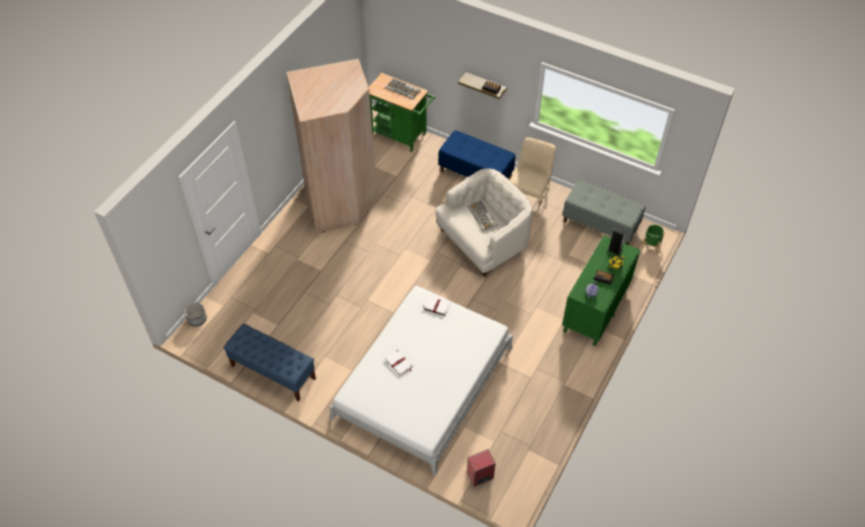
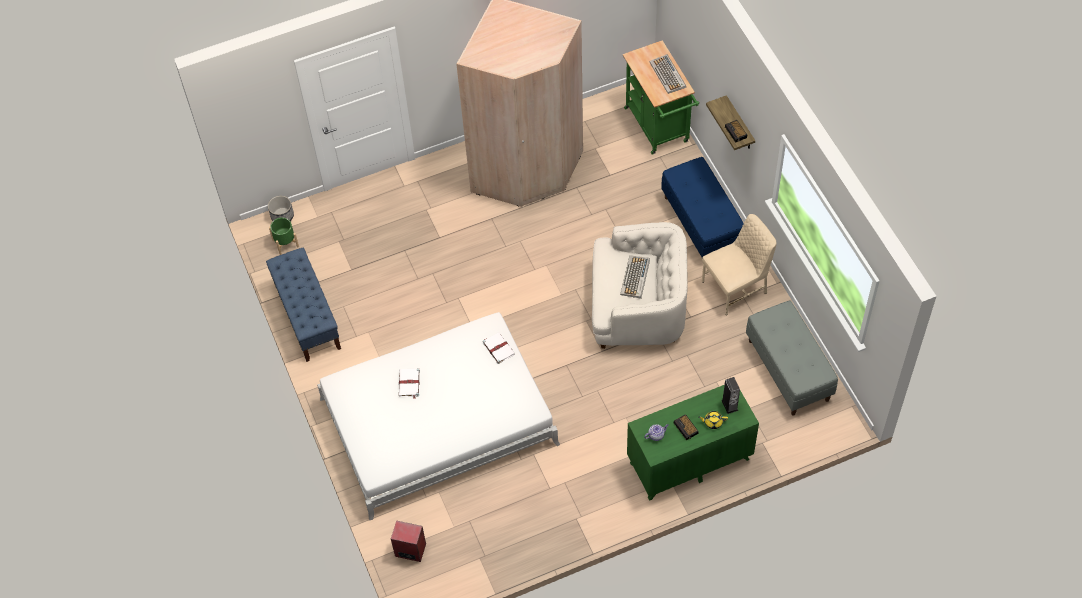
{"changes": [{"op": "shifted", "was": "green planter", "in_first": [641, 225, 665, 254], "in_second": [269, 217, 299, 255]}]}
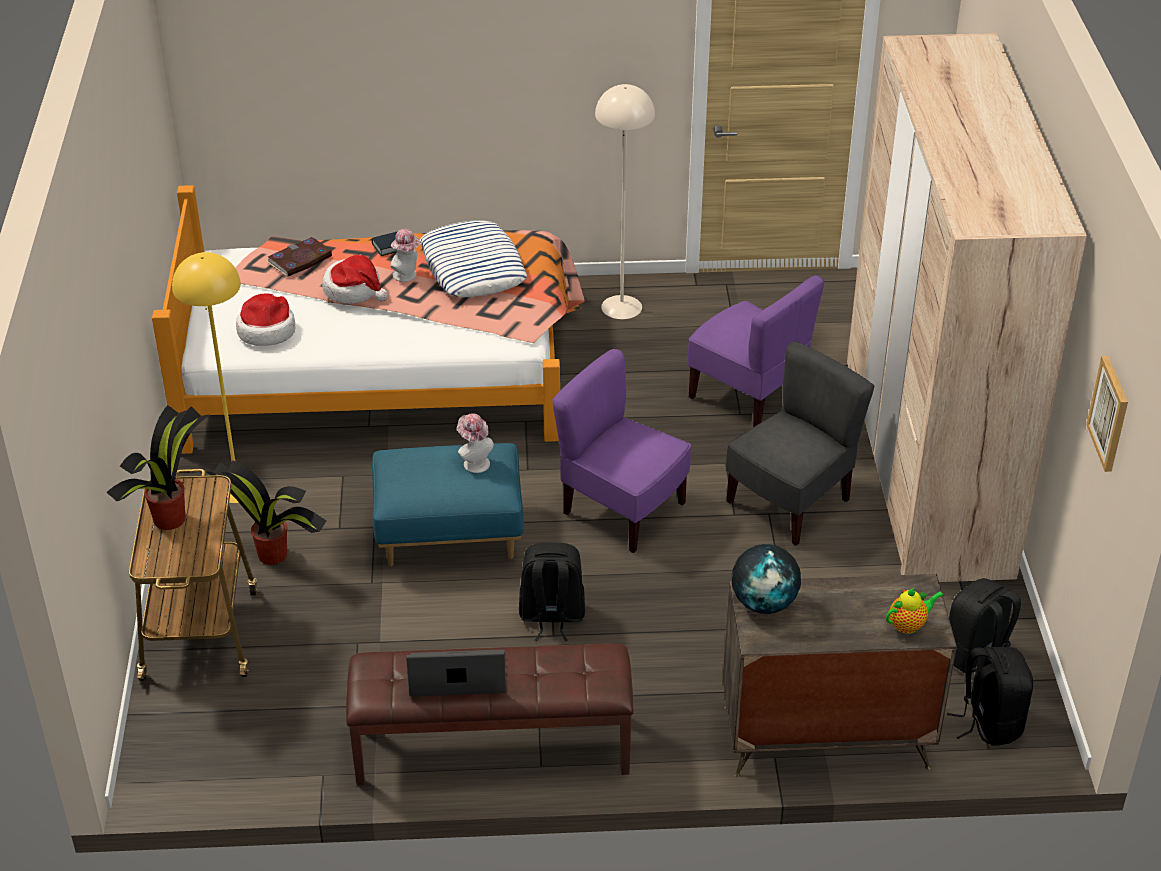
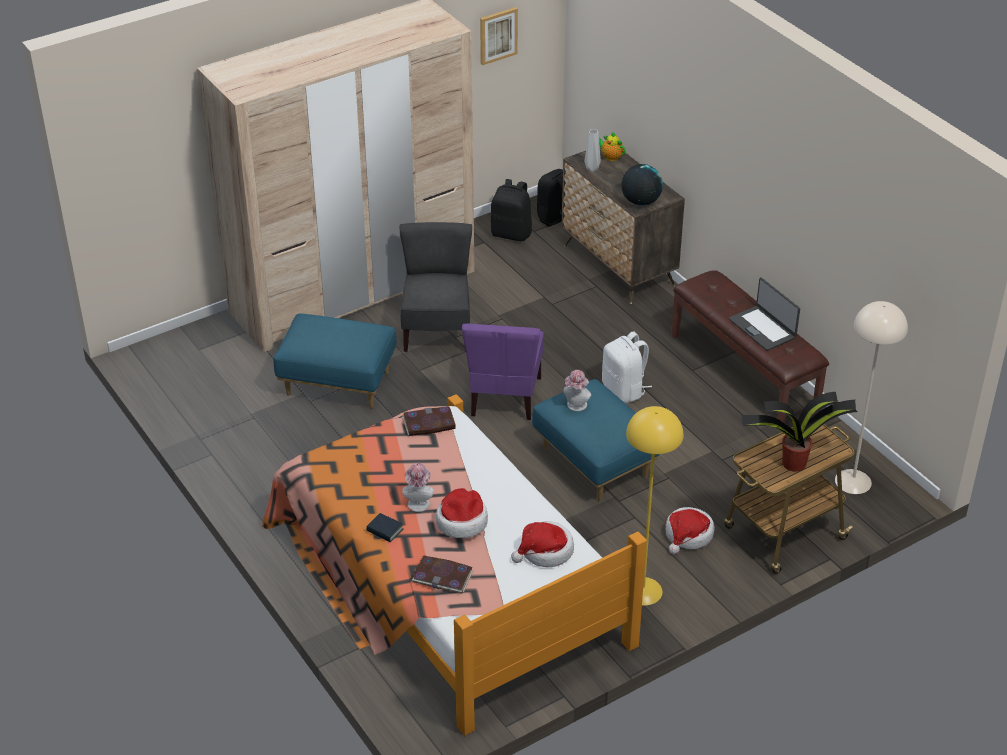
{"changes": [{"op": "gone", "was": "pillow", "in_first": [420, 220, 527, 297]}, {"op": "new", "now": "book", "in_second": [402, 406, 456, 436]}, {"op": "new", "now": "grey vase", "in_second": [584, 129, 601, 172]}, {"op": "shifted", "was": "beige floor lamp", "in_first": [595, 84, 655, 319], "in_second": [835, 301, 908, 494]}, {"op": "swapped", "was": "potted plant", "now": "hat", "in_first": [206, 460, 327, 565], "in_second": [665, 507, 714, 555]}, {"op": "swapped", "was": "purple chair", "now": "blue ottoman", "in_first": [688, 275, 824, 427], "in_second": [274, 314, 396, 409]}, {"op": "repainted", "was": "black backpack", "now": "white backpack", "in_first": [519, 543, 585, 641], "in_second": [602, 332, 652, 403]}, {"op": "rotated", "was": "grey chair", "in_first": [726, 341, 874, 546], "in_second": [399, 222, 472, 352], "clockwise": 75}]}
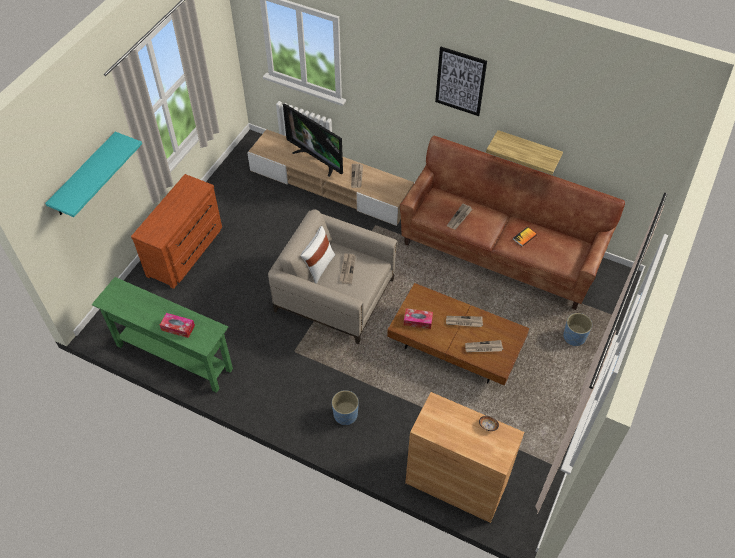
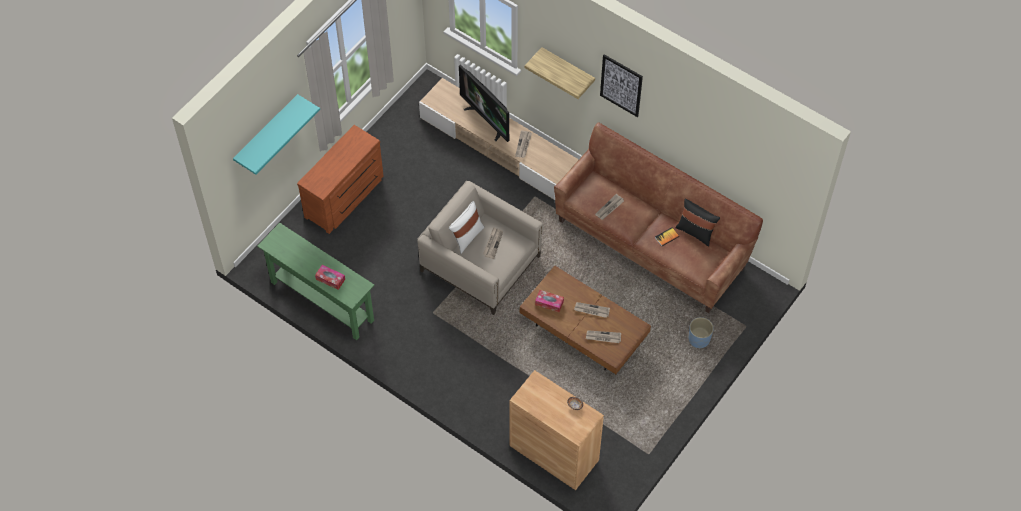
{"changes": [{"op": "gone", "was": "blue planter", "in_first": [332, 390, 359, 425]}, {"op": "new", "now": "black pillow", "in_second": [675, 199, 720, 247]}, {"op": "shifted", "was": "shelf", "in_first": [486, 130, 563, 175], "in_second": [525, 47, 595, 99]}]}
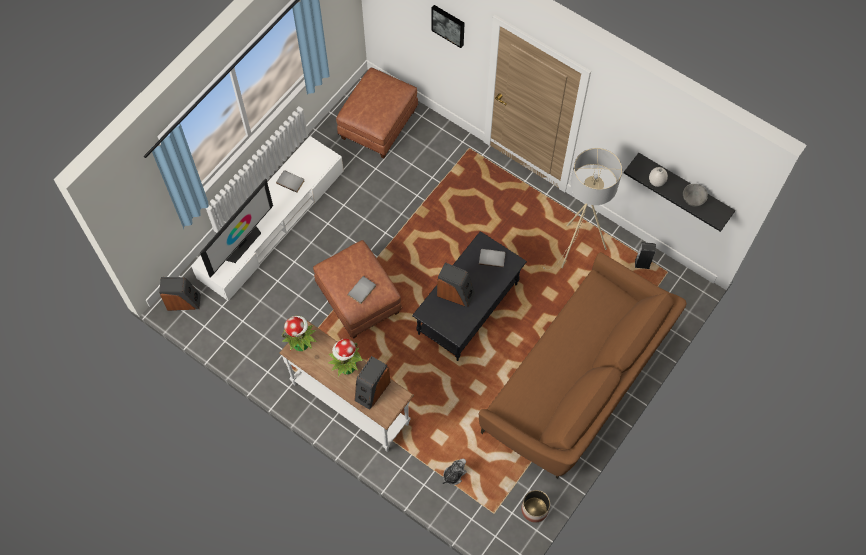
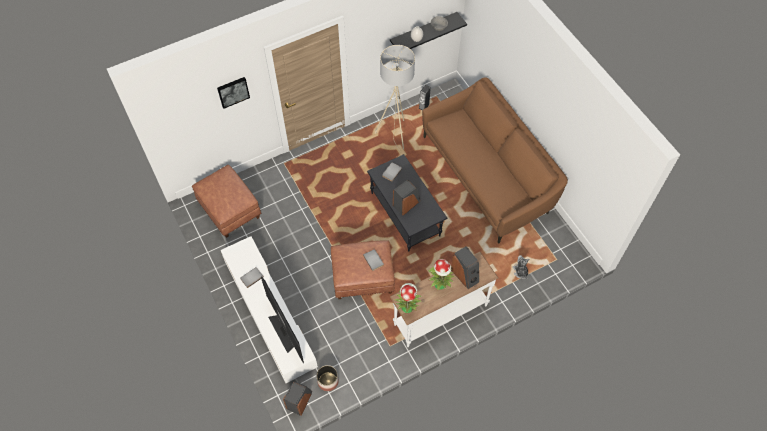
{"changes": [{"op": "shifted", "was": "planter", "in_first": [521, 490, 550, 523], "in_second": [316, 365, 339, 391]}]}
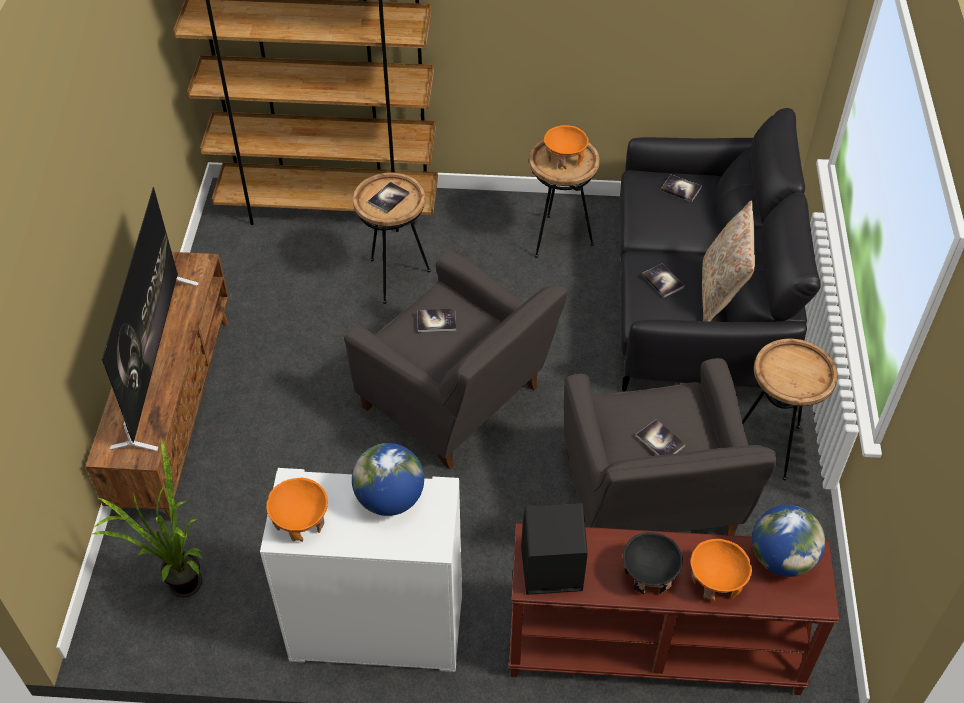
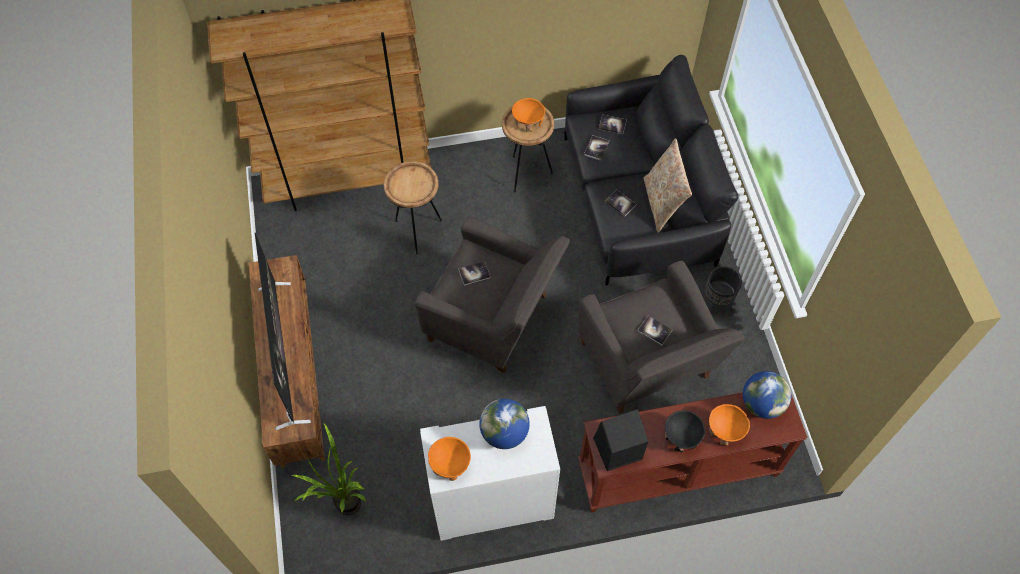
{"changes": [{"op": "shifted", "was": "book", "in_first": [368, 182, 410, 214], "in_second": [584, 136, 609, 161]}, {"op": "swapped", "was": "brown side table", "now": "black planter", "in_first": [742, 339, 838, 480], "in_second": [705, 266, 742, 311]}]}
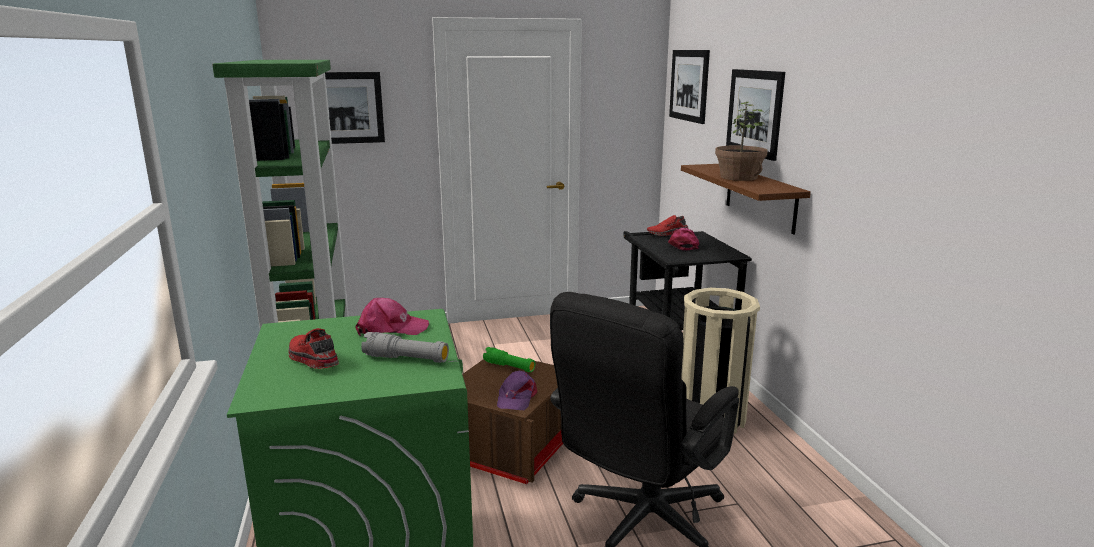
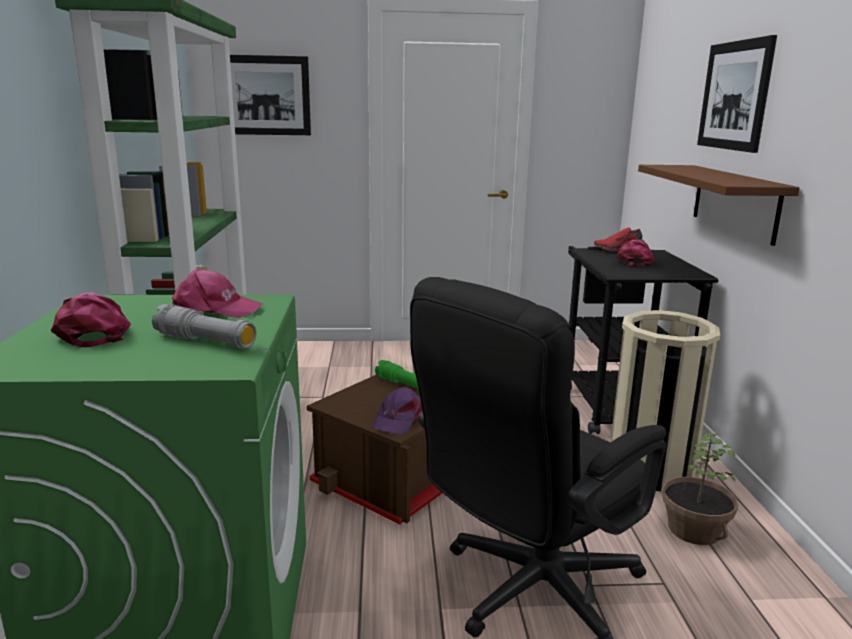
{"changes": [{"op": "gone", "was": "picture", "in_first": [669, 50, 710, 124]}, {"op": "shifted", "was": "potted plant", "in_first": [715, 102, 768, 181], "in_second": [662, 433, 738, 545]}, {"op": "swapped", "was": "red shoe", "now": "pink cap", "in_first": [288, 328, 339, 369], "in_second": [51, 292, 131, 347]}]}
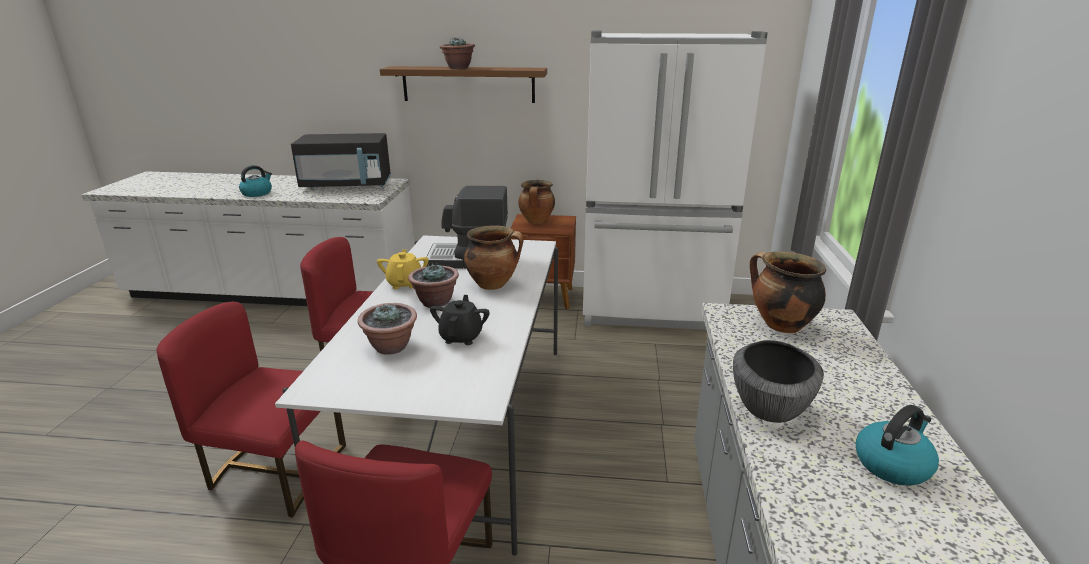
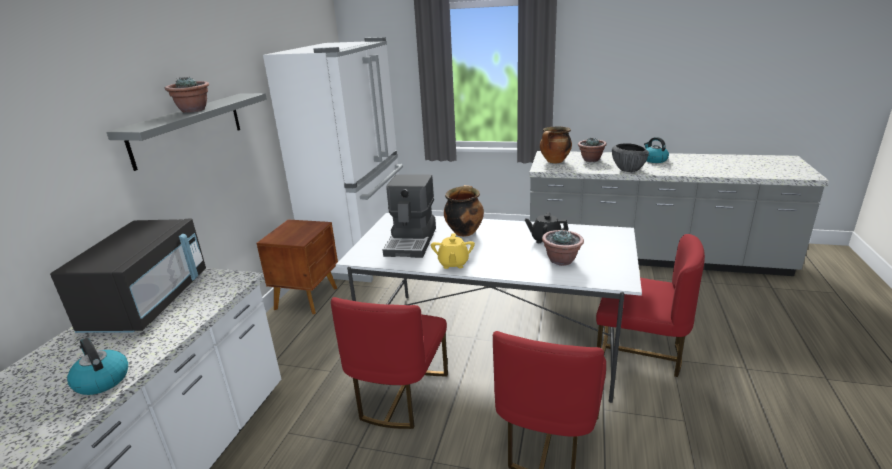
{"changes": [{"op": "gone", "was": "cooking pot", "in_first": [518, 180, 555, 224]}, {"op": "shifted", "was": "potted plant", "in_first": [408, 263, 459, 308], "in_second": [578, 138, 607, 162]}, {"op": "repainted", "was": "brown shelf", "now": "grey shelf", "in_first": [380, 66, 547, 103], "in_second": [106, 93, 267, 171]}, {"op": "rotated", "was": "yellow teapot", "in_first": [377, 249, 429, 289], "in_second": [431, 233, 475, 269], "clockwise": -90}]}
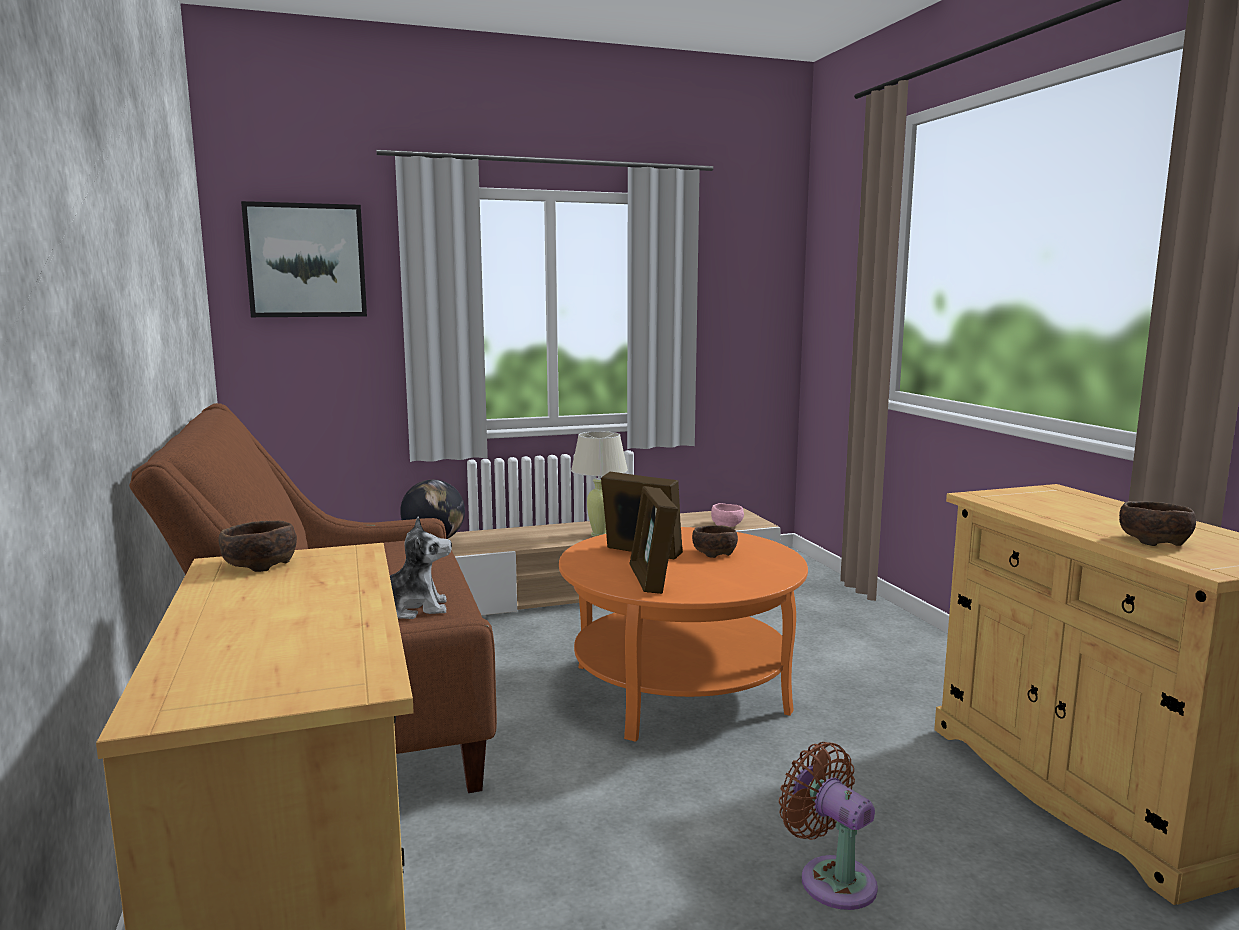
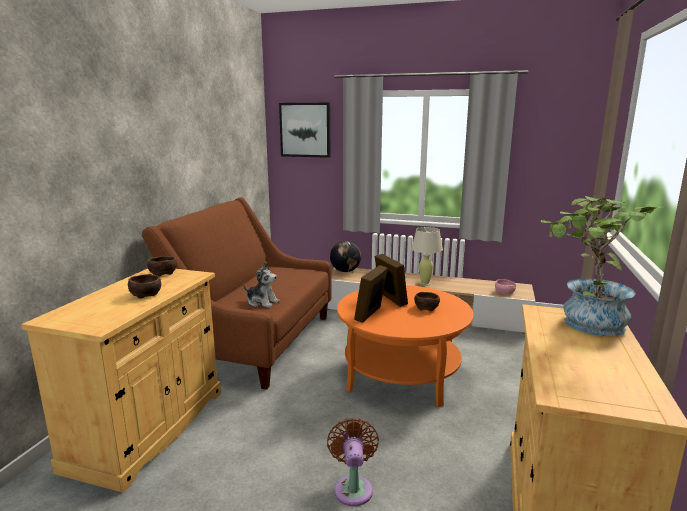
{"changes": [{"op": "new", "now": "potted plant", "in_second": [540, 196, 660, 336]}, {"op": "shifted", "was": "brown bowl", "in_first": [1119, 501, 1196, 546], "in_second": [128, 274, 161, 298]}]}
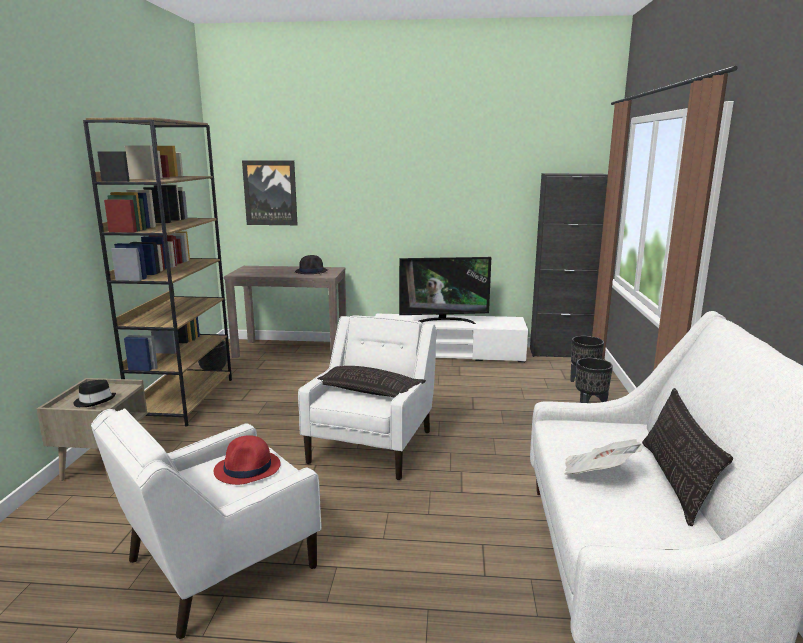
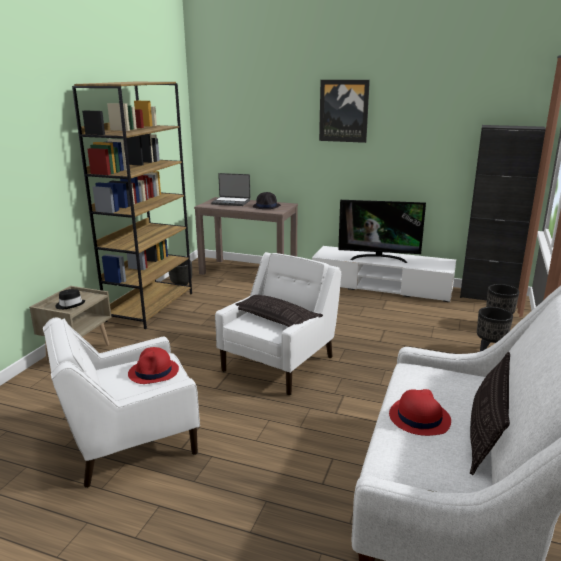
{"changes": [{"op": "new", "now": "laptop", "in_second": [211, 173, 250, 206]}, {"op": "shifted", "was": "picture", "in_first": [242, 160, 298, 225], "in_second": [319, 80, 370, 143]}, {"op": "swapped", "was": "newspaper", "now": "red hat", "in_first": [565, 439, 643, 475], "in_second": [389, 389, 451, 436]}]}
